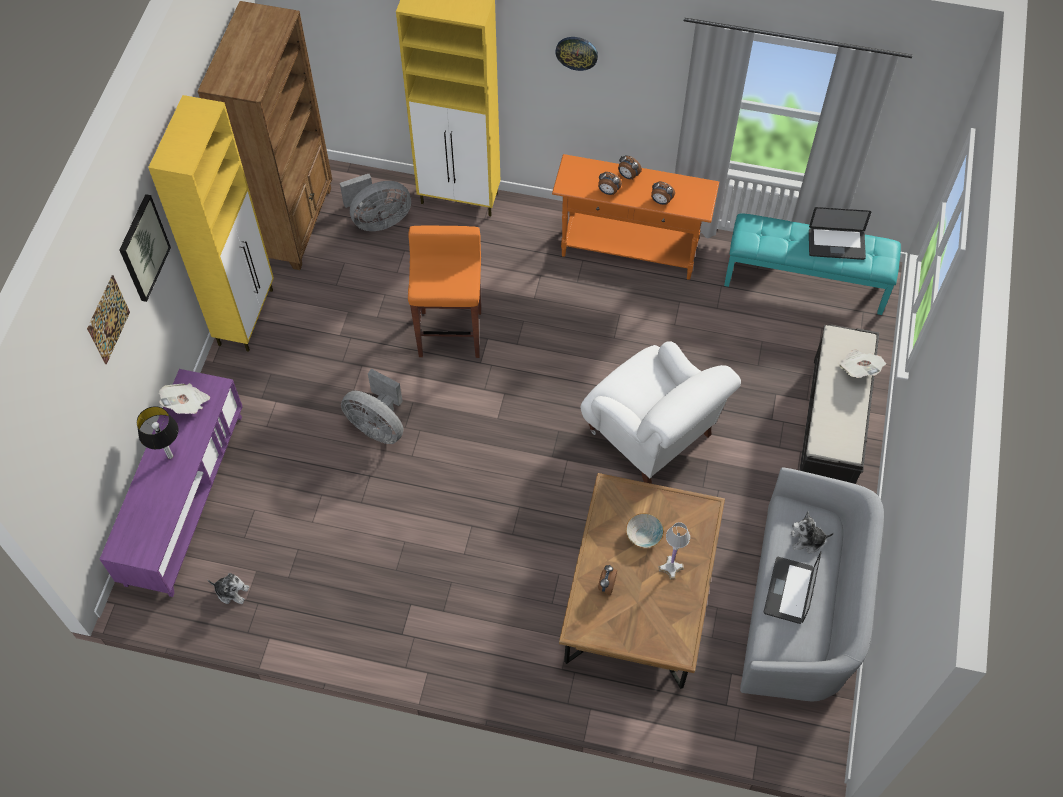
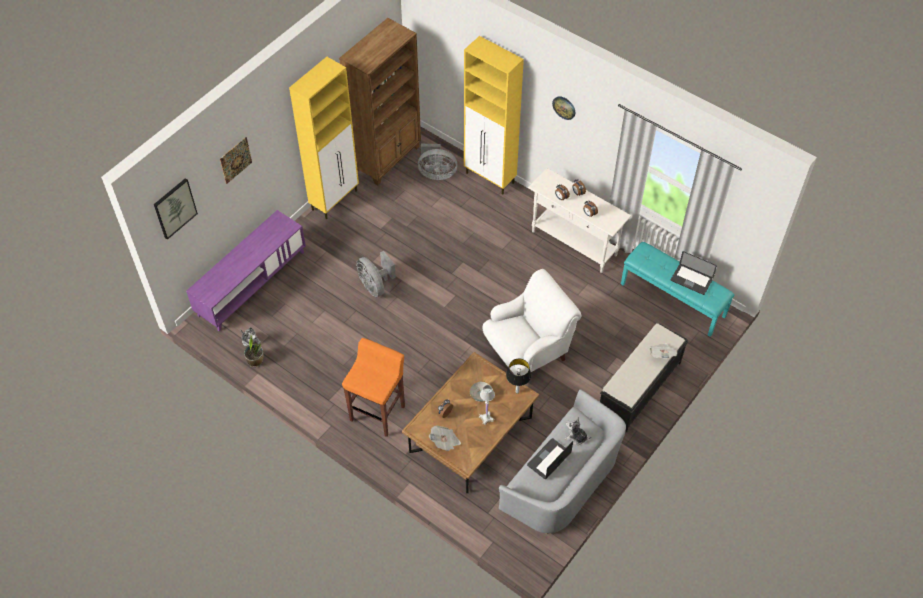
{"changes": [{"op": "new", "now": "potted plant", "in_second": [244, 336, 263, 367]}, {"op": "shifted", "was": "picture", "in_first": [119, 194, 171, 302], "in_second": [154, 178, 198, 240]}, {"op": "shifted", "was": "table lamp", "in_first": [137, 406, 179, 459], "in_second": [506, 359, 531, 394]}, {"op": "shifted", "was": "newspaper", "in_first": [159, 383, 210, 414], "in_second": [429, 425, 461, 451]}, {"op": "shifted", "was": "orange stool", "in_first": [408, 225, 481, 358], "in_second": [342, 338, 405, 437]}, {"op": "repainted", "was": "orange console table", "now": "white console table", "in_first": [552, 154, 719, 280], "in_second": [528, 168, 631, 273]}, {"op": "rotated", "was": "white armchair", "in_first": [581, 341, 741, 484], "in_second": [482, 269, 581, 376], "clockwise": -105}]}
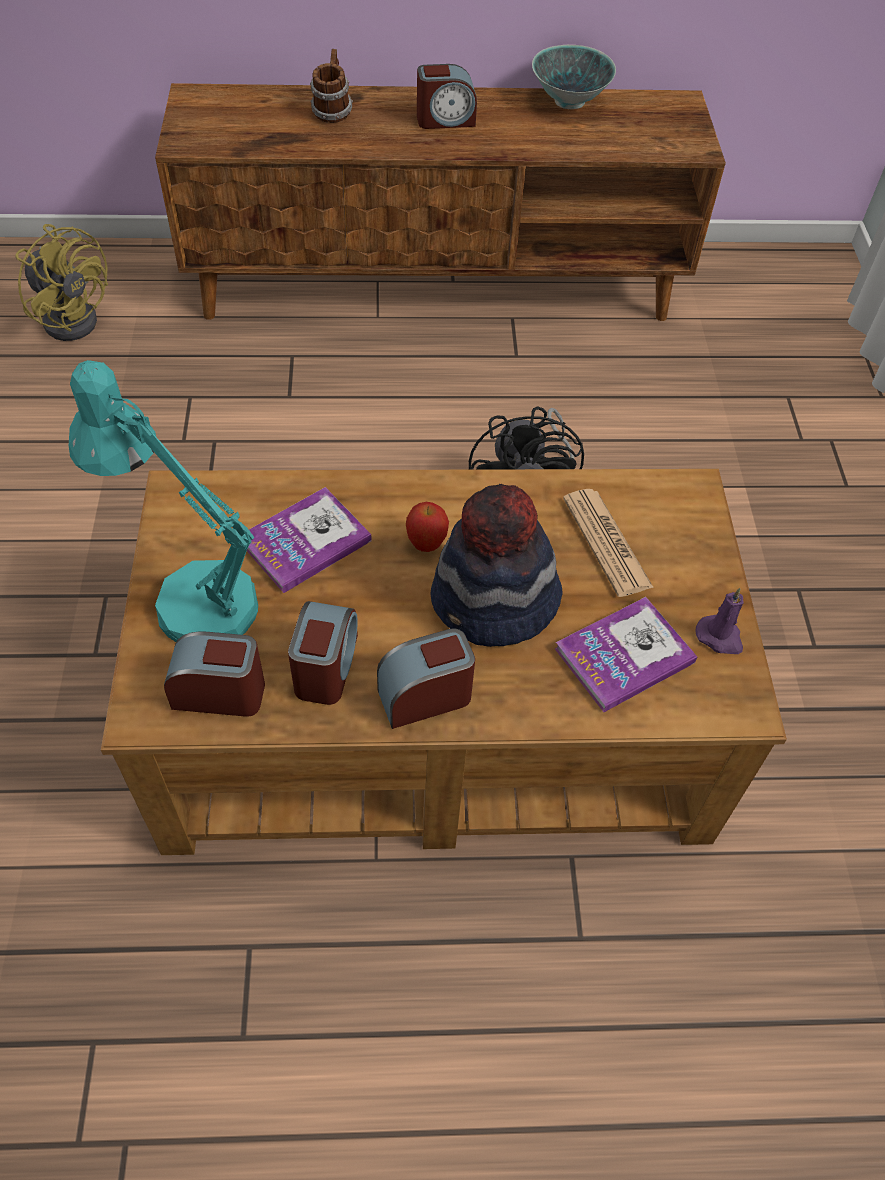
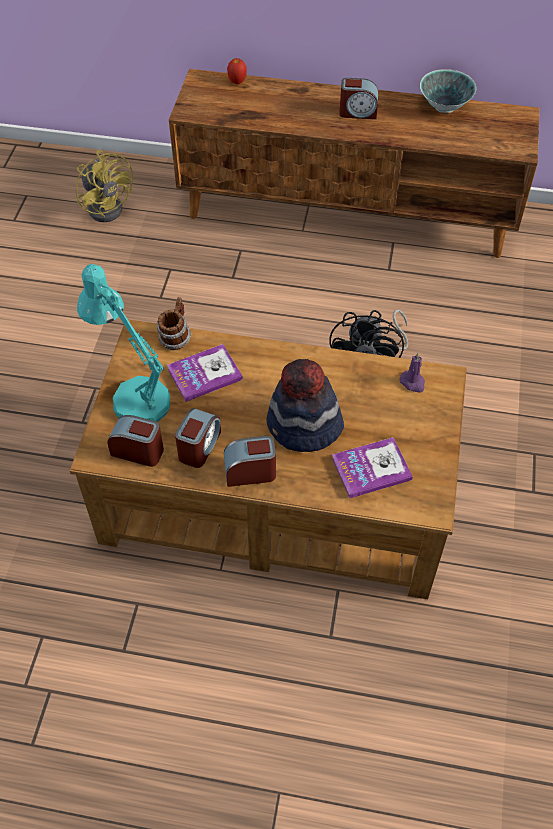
{"changes": [{"op": "gone", "was": "newspaper", "in_first": [563, 489, 654, 597]}, {"op": "shifted", "was": "mug", "in_first": [310, 49, 353, 123], "in_second": [157, 297, 191, 350]}, {"op": "shifted", "was": "apple", "in_first": [406, 502, 449, 552], "in_second": [227, 58, 247, 84]}, {"op": "shifted", "was": "purple candle", "in_first": [696, 588, 744, 654], "in_second": [399, 353, 425, 393]}]}
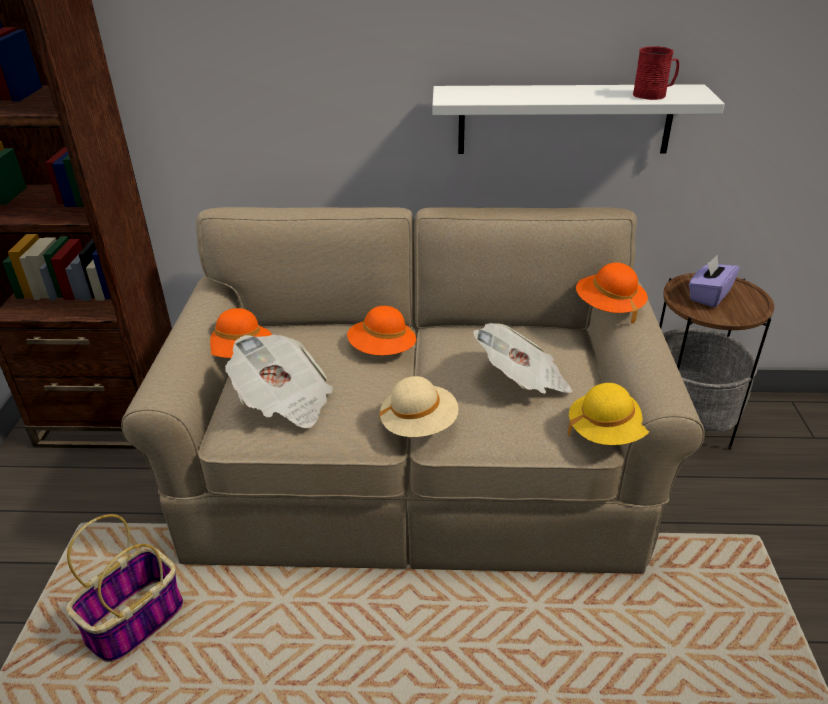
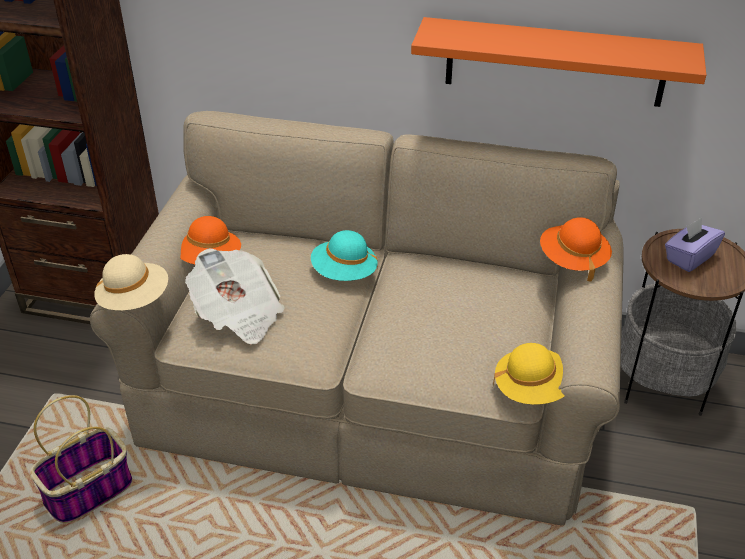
{"changes": [{"op": "gone", "was": "newspaper", "in_first": [473, 323, 573, 394]}, {"op": "gone", "was": "red mug", "in_first": [633, 46, 679, 100]}, {"op": "shifted", "was": "beige hat", "in_first": [379, 376, 459, 437], "in_second": [94, 254, 168, 311]}, {"op": "repainted", "was": "orange hat", "now": "turquoise hat", "in_first": [347, 306, 416, 355], "in_second": [311, 230, 378, 281]}, {"op": "repainted", "was": "white shelf", "now": "orange shelf", "in_first": [432, 84, 725, 154], "in_second": [411, 17, 706, 107]}]}
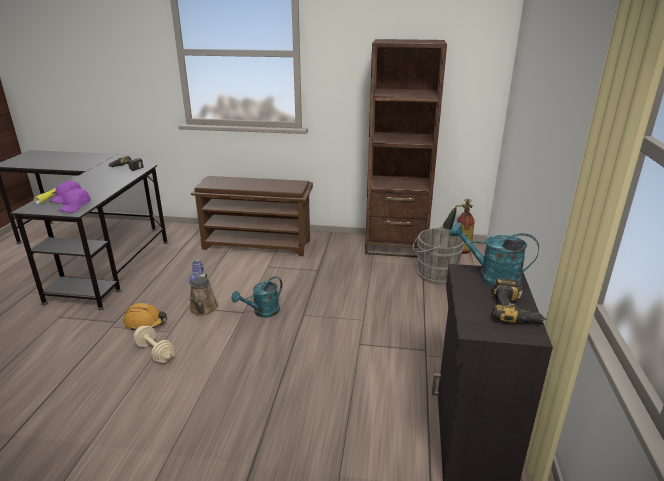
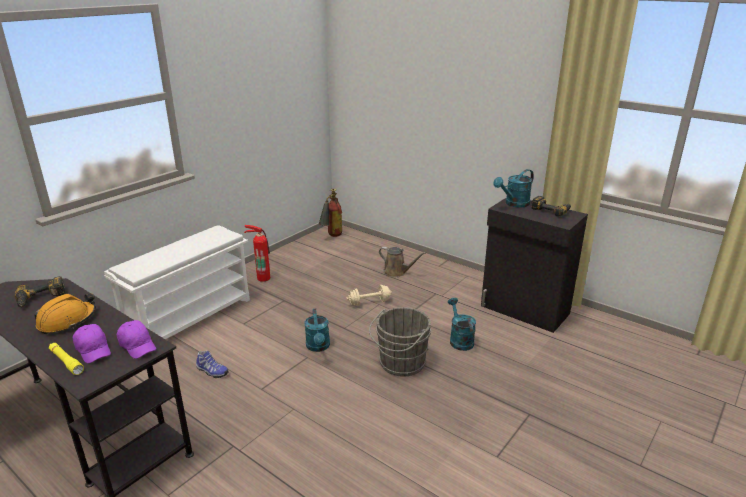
{"changes": [{"op": "gone", "was": "brown bookcase", "in_first": [365, 39, 447, 258]}, {"op": "new", "now": "fire extinguisher", "in_second": [244, 225, 270, 282]}, {"op": "new", "now": "turquoise watering can", "in_second": [448, 298, 476, 351]}, {"op": "shifted", "was": "orange hard hat", "in_first": [123, 303, 167, 331], "in_second": [34, 294, 96, 334]}, {"op": "shifted", "was": "beige dumbbell", "in_first": [134, 326, 174, 362], "in_second": [347, 285, 392, 306]}, {"op": "shifted", "was": "brown watering can", "in_first": [189, 274, 218, 316], "in_second": [379, 247, 426, 277]}, {"op": "shifted", "was": "grey bucket", "in_first": [413, 226, 465, 284], "in_second": [369, 307, 431, 377]}, {"op": "repainted", "was": "brown shoe rack", "now": "white shoe rack", "in_first": [191, 176, 313, 256], "in_second": [104, 225, 250, 339]}]}
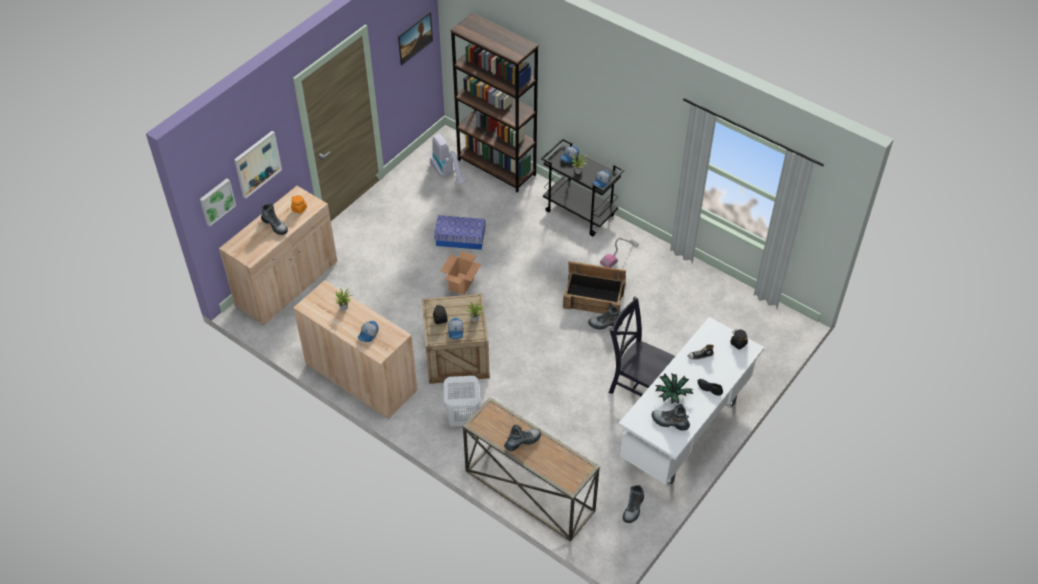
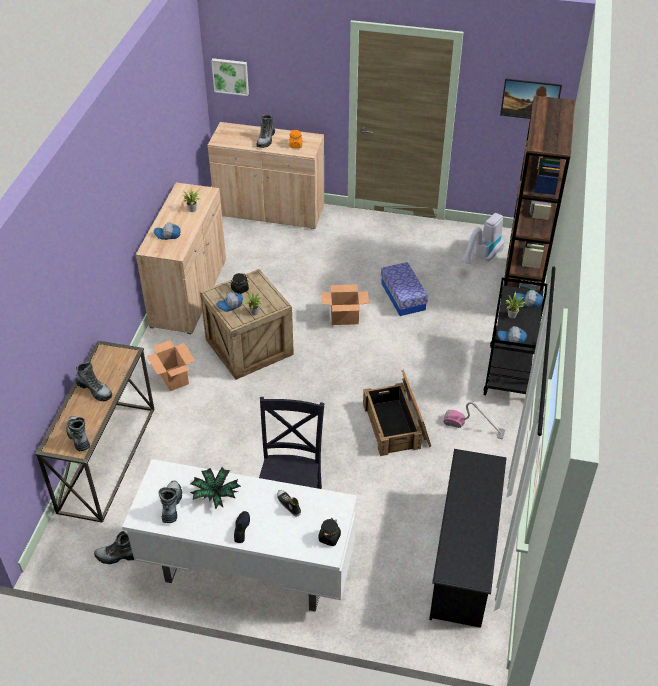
{"changes": [{"op": "gone", "was": "picture", "in_first": [234, 131, 282, 198]}, {"op": "new", "now": "black shoe rack", "in_second": [429, 449, 506, 628]}, {"op": "shifted", "was": "boot", "in_first": [588, 305, 623, 330], "in_second": [67, 416, 90, 451]}, {"op": "swapped", "was": "white laundry basket", "now": "cardboard box", "in_first": [444, 376, 480, 427], "in_second": [147, 340, 195, 391]}]}
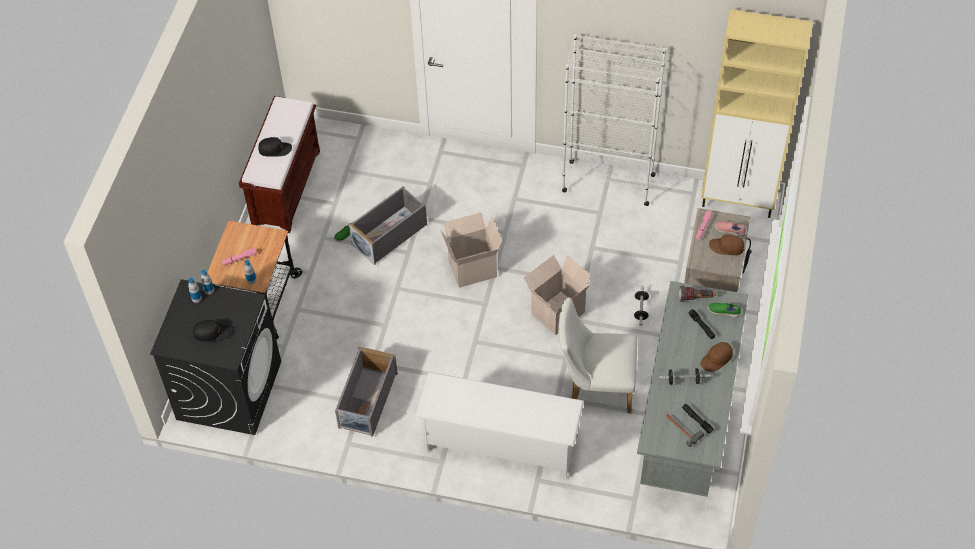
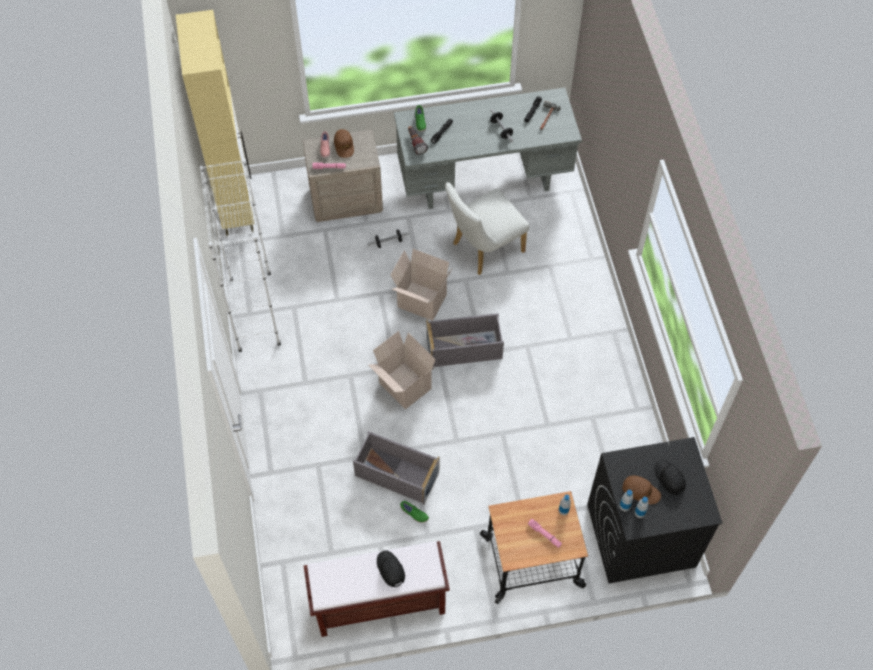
{"changes": [{"op": "gone", "was": "white shoe rack", "in_first": [415, 372, 584, 479]}, {"op": "shifted", "was": "grey storage box", "in_first": [335, 346, 398, 437], "in_second": [426, 313, 504, 367]}, {"op": "shifted", "was": "brown cap", "in_first": [700, 342, 733, 372], "in_second": [622, 475, 661, 505]}, {"op": "rotated", "was": "white chair", "in_first": [558, 297, 637, 413], "in_second": [445, 182, 529, 275], "clockwise": 75}]}
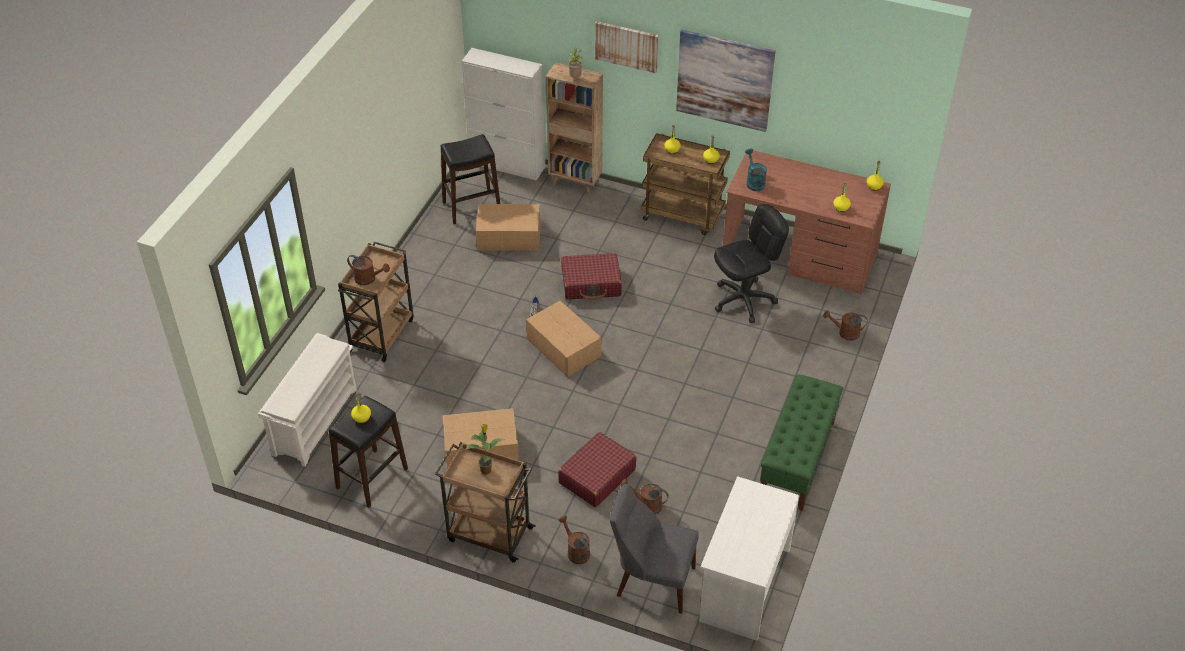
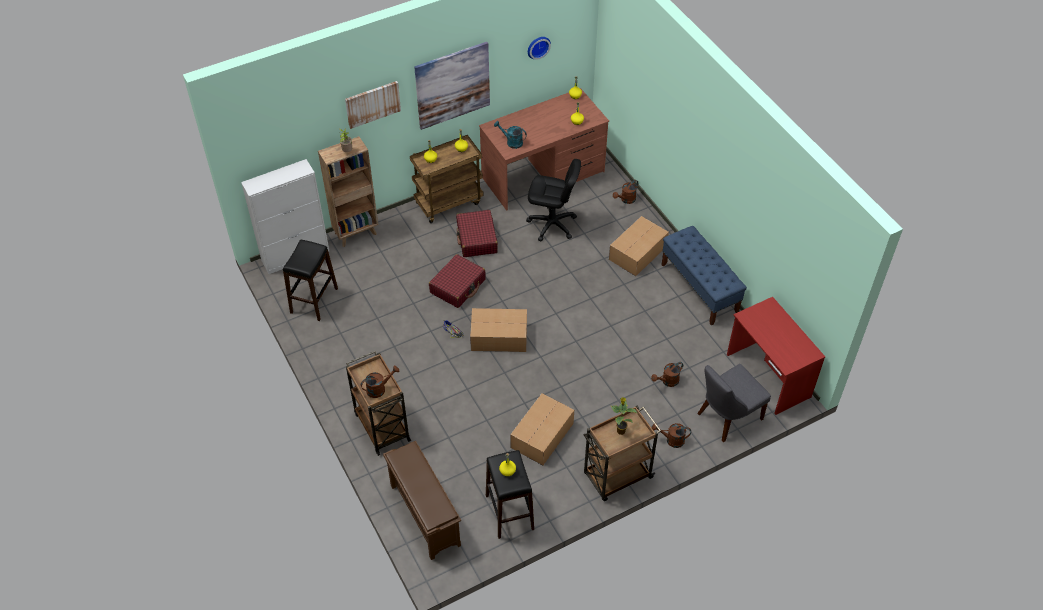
{"changes": [{"op": "new", "now": "wall clock", "in_second": [528, 37, 551, 60]}, {"op": "shifted", "was": "cardboard box", "in_first": [476, 204, 540, 251], "in_second": [609, 216, 669, 276]}, {"op": "shifted", "was": "red suitcase", "in_first": [558, 432, 637, 507], "in_second": [456, 210, 498, 257]}, {"op": "repainted", "was": "white shoe rack", "now": "brown shoe rack", "in_first": [258, 333, 357, 467], "in_second": [383, 441, 461, 560]}, {"op": "repainted", "was": "white desk", "now": "red desk", "in_first": [699, 476, 800, 641], "in_second": [727, 297, 825, 415]}, {"op": "repainted", "was": "green bench", "now": "blue bench", "in_first": [760, 374, 843, 511], "in_second": [661, 226, 747, 325]}, {"op": "rotated", "was": "black office chair", "in_first": [714, 204, 789, 323], "in_second": [526, 159, 581, 242], "clockwise": 90}]}
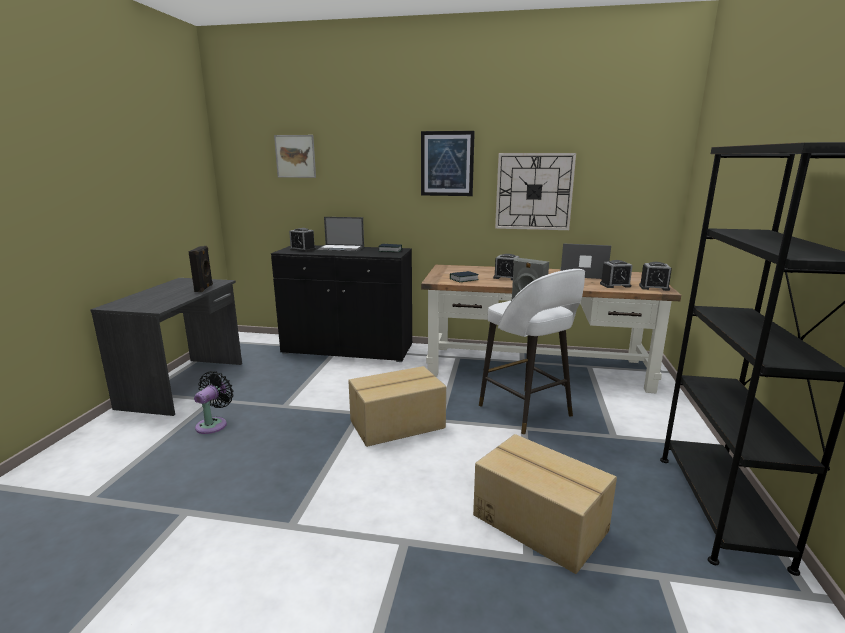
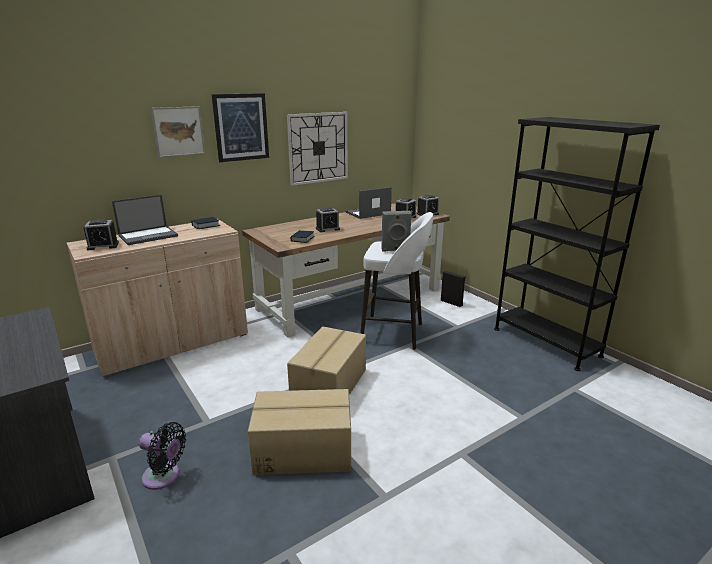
{"changes": [{"op": "shifted", "was": "black speaker", "in_first": [188, 246, 213, 292], "in_second": [441, 270, 466, 307]}, {"op": "shifted", "was": "picture", "in_first": [274, 135, 316, 178], "in_second": [151, 106, 205, 158]}, {"op": "shifted", "was": "cardboard box", "in_first": [473, 434, 617, 574], "in_second": [248, 389, 351, 475]}, {"op": "repainted", "was": "black cabinet", "now": "beige cabinet", "in_first": [271, 245, 412, 362], "in_second": [67, 219, 248, 377]}, {"op": "rotated", "was": "black fan", "in_first": [194, 371, 234, 434], "in_second": [139, 422, 186, 490], "clockwise": 135}]}
